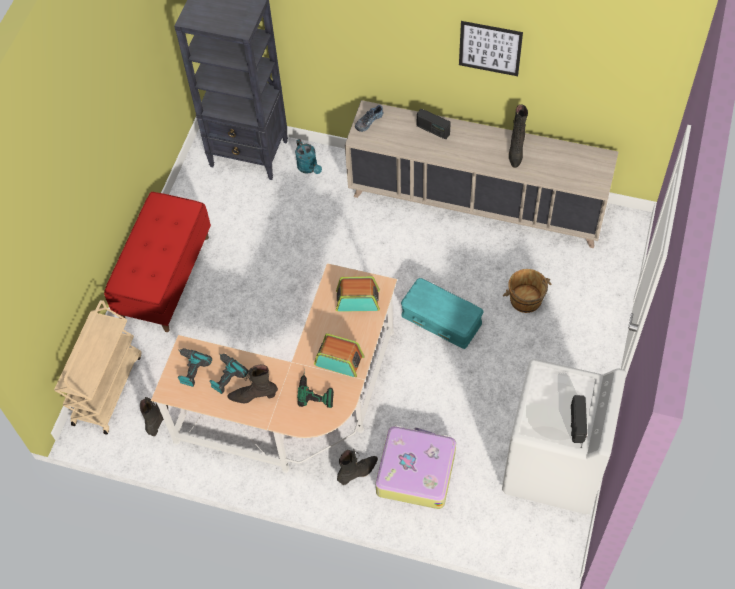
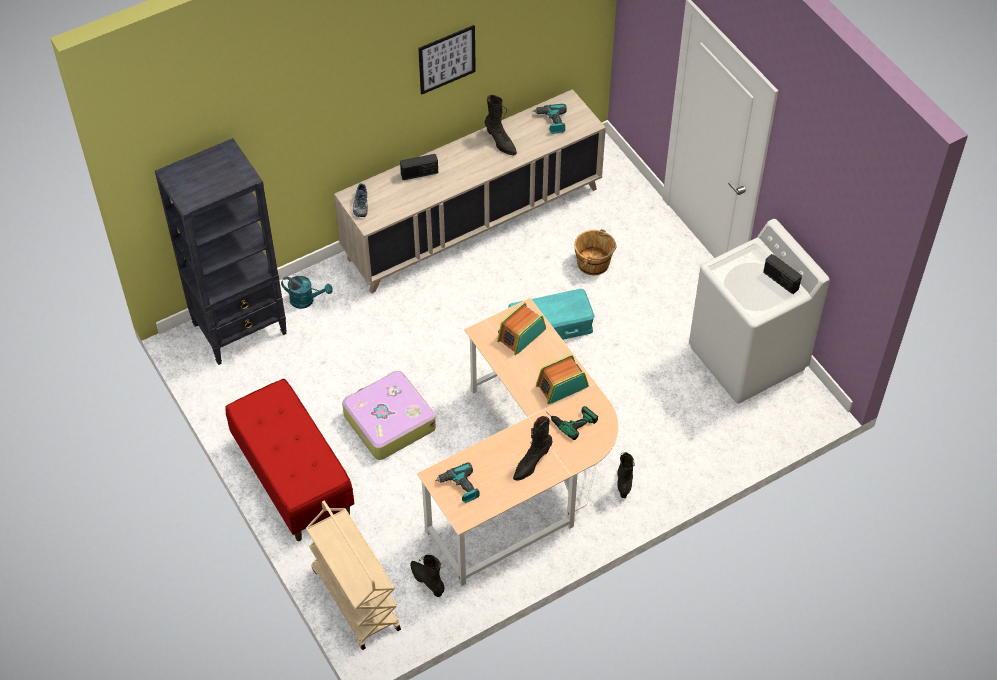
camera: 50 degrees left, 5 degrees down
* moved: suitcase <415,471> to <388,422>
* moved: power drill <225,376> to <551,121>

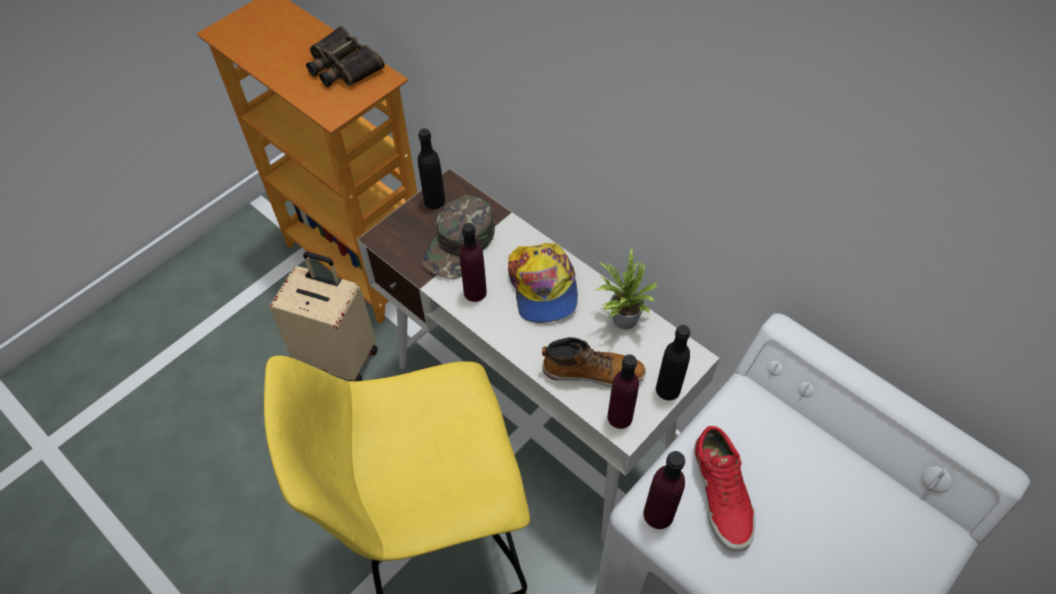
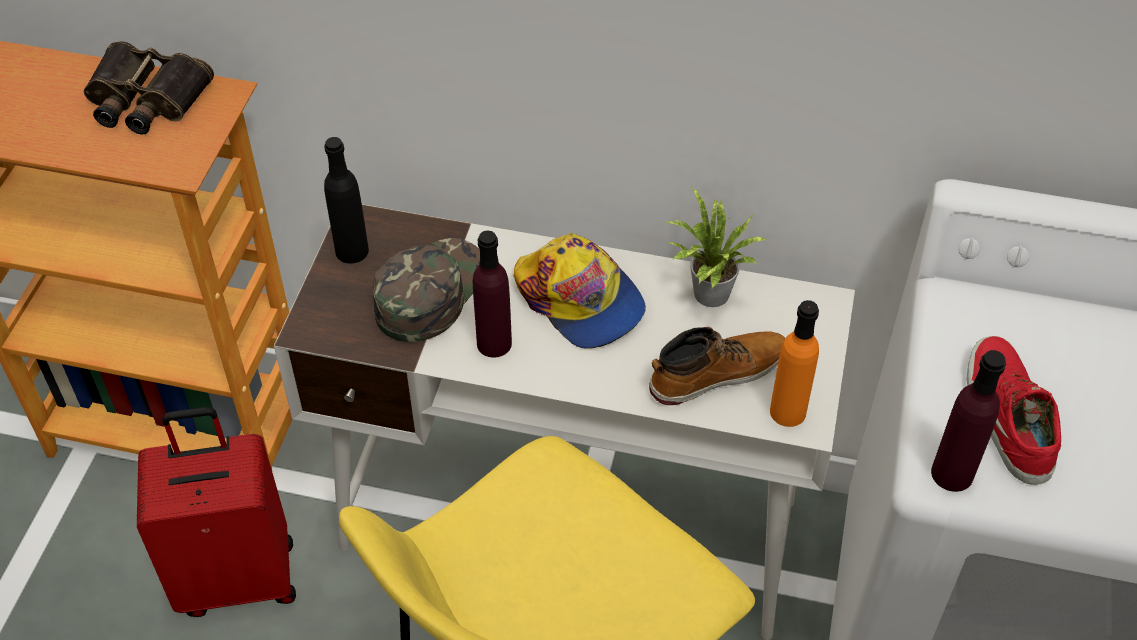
camera: 30 degrees left, 5 degrees down
* recoloured: suitcase (beige) <340,356> to suitcase (red) <238,576>
* turned: cap (green) <460,244> = <429,292> 150 degrees counterclockwise
* recoloured: bottle (purple) <620,417> to bottle (orange) <787,411>
* turned: shoe (red) <723,493> = <1005,416> 150 degrees counterclockwise
* removed: bottle (black) <668,389>

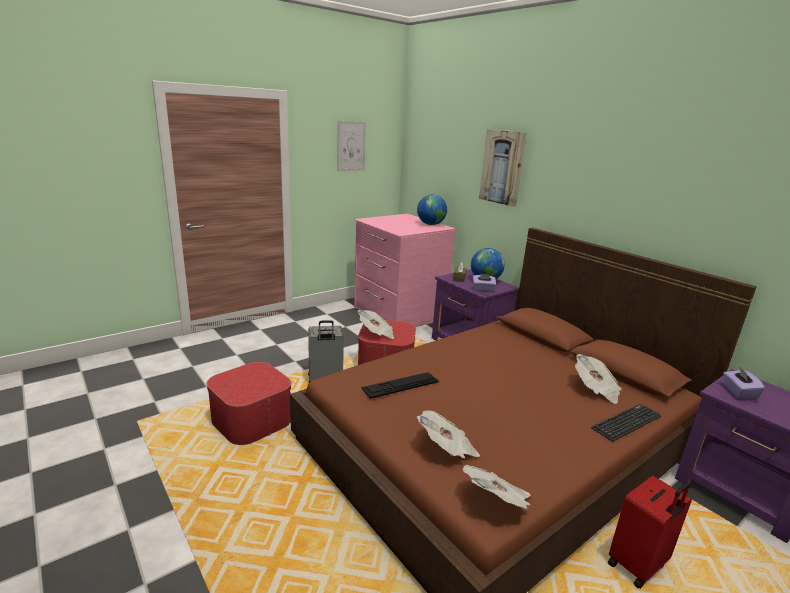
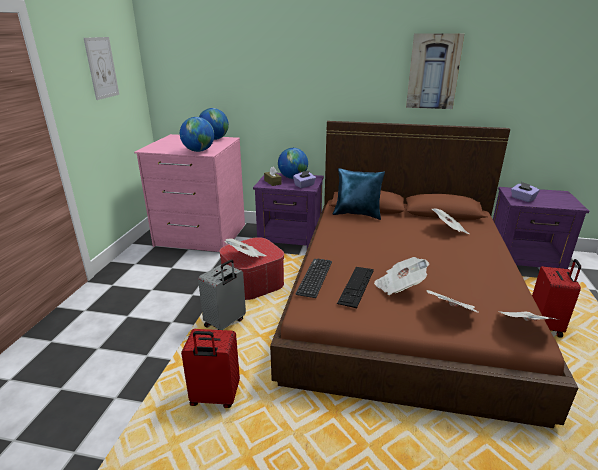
camera: 40 degrees left, 5 degrees up
* added: globe <198,151>
* replaced: ottoman <251,420> to suitcase (red) <214,397>
* moved: keyboard <626,422> to <314,277>
* added: pillow (blue) <357,214>
* added: newspaper <399,286>
* moved: picture <502,167> to <433,71>

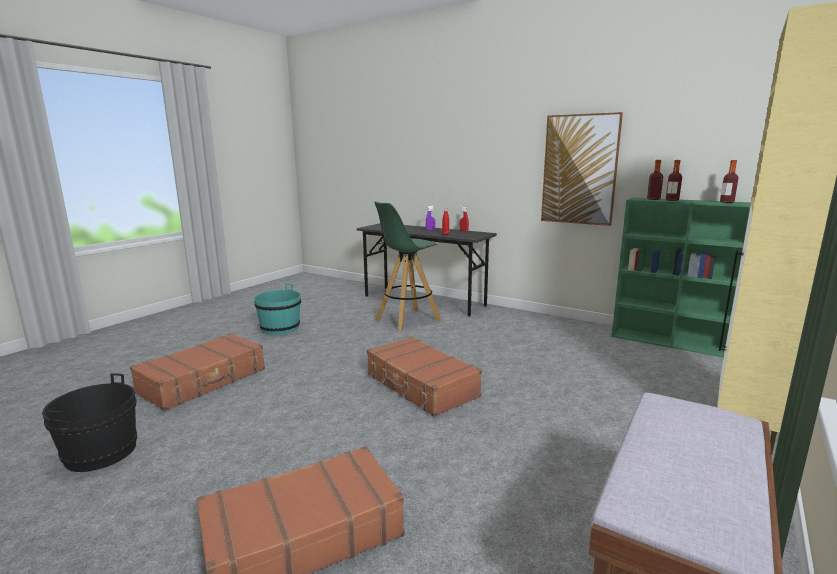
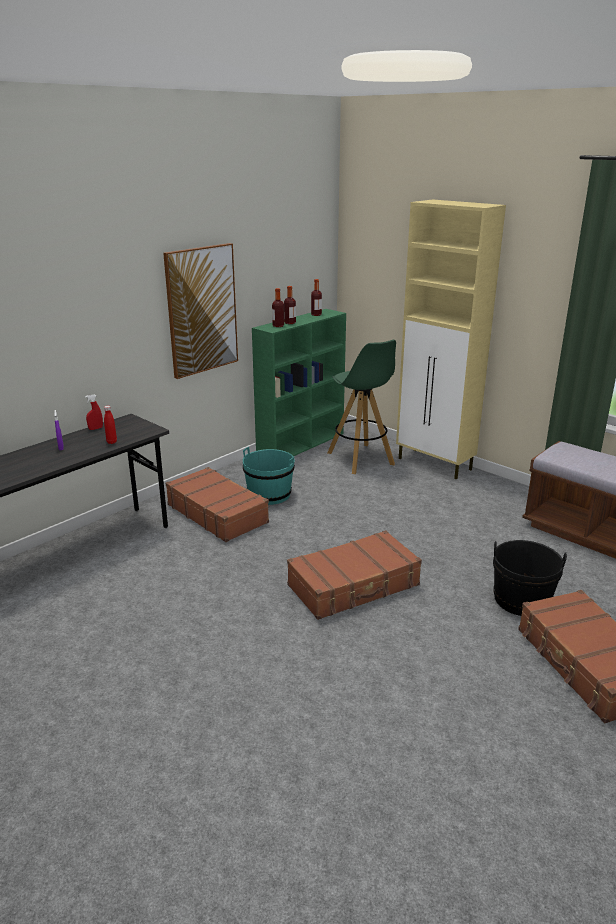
camera: 80 degrees left, 10 degrees up
* moved: suitcase (brown) <204,381> to <217,513>
* moved: bucket (turquoise) <280,328> to <269,494>
* moved: stool (green) <407,320> to <360,459>
* moved: bucket (black) <100,452> to <521,600>

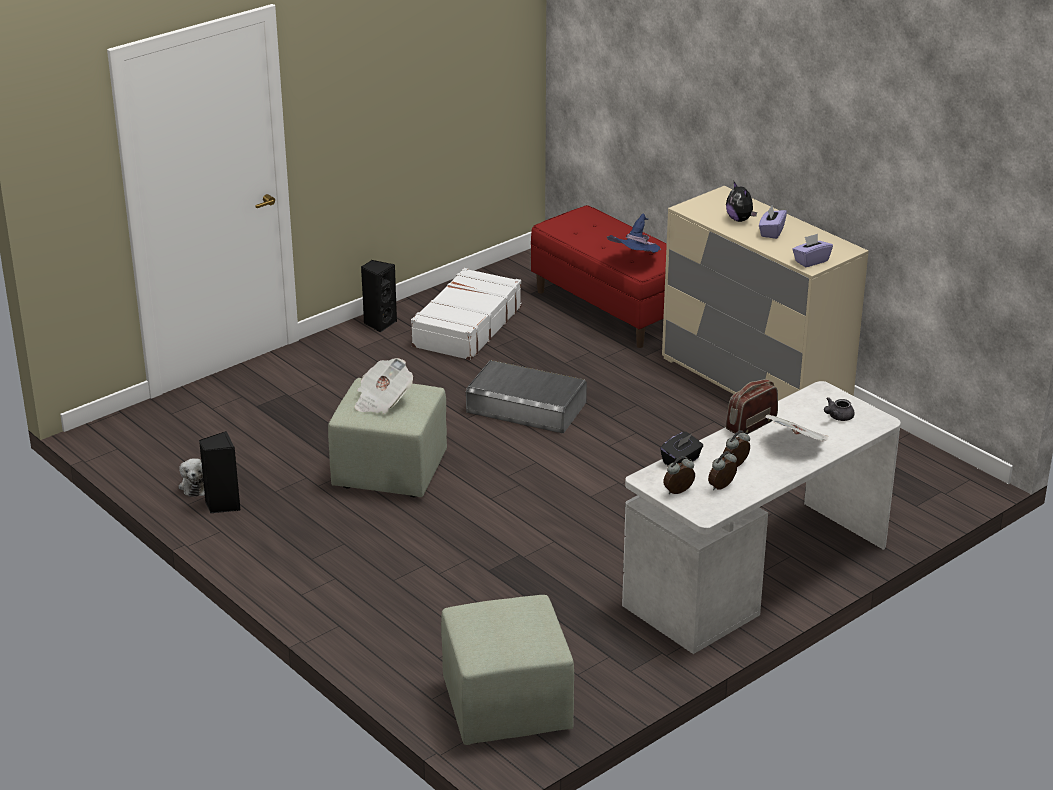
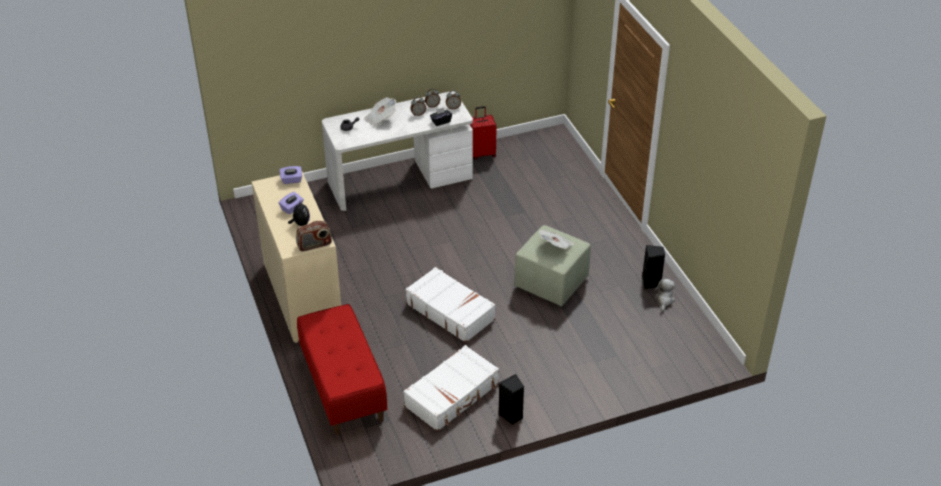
camera: 160 degrees left, 10 degrees up
* moved: radio <751,425> to <314,245>
* replaced: storage box (grey) <526,407> to suitcase (white) <450,311>
* added: suitcase (red) <482,153>
* removed: ottoman (green) <505,706>
* removed: hat (blue) <635,262>

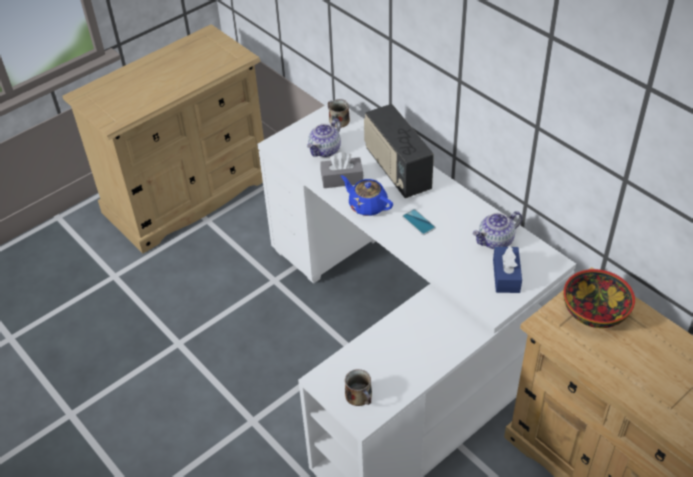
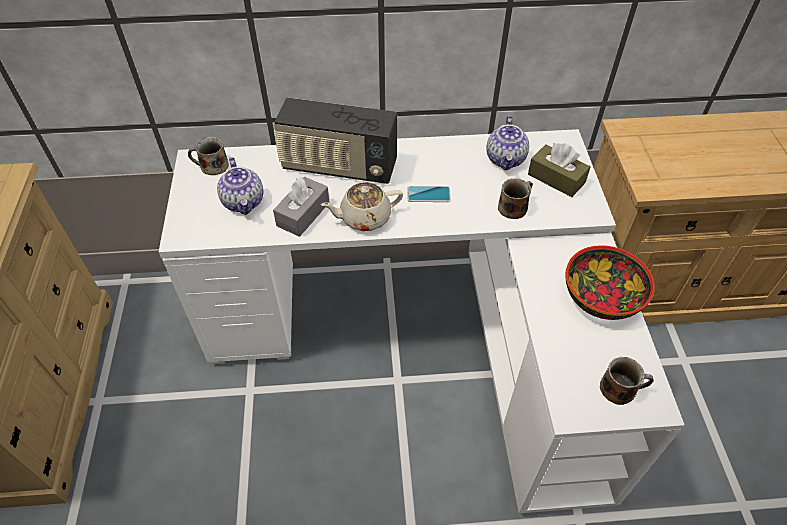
camera: 55 degrees left, 5 degrees up
* recoloured: teapot (blue) <367,205> to teapot (beige) <364,218>
* added: mug <513,207>
* recoloured: tissue box (blue) <506,276> to tissue box (brown) <556,178>
* moved: bowl <594,311> to <601,298>

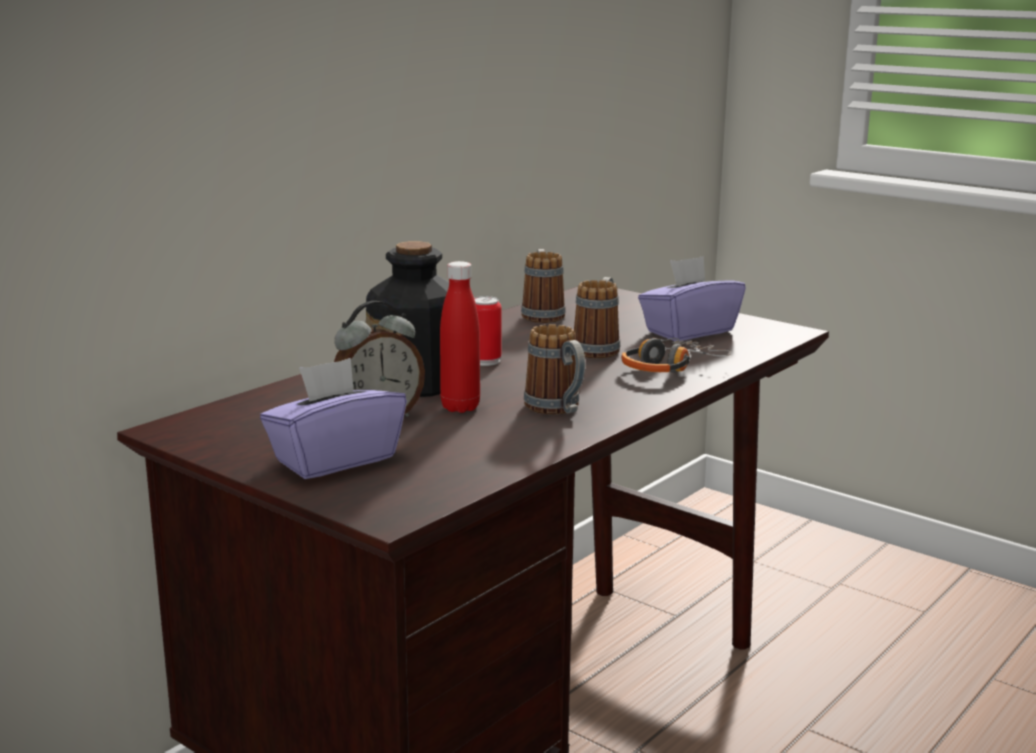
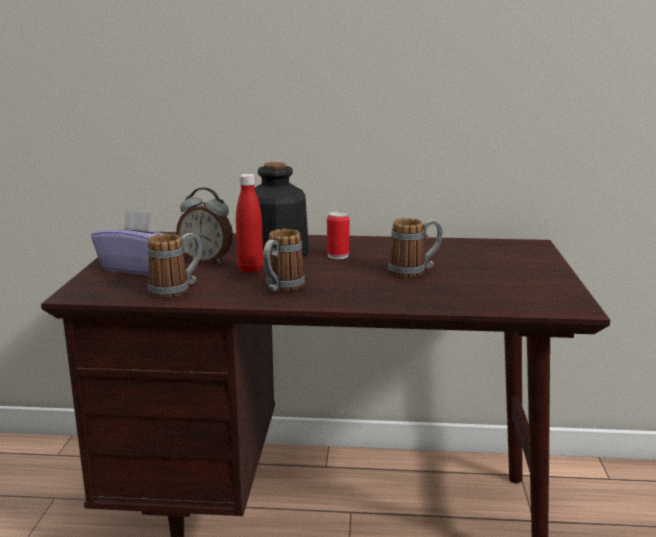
camera: 55 degrees right, 0 degrees up
* moved: mug <542,314> to <177,289>
* removed: headphones <668,367>
* removed: tissue box (purple) <689,331>

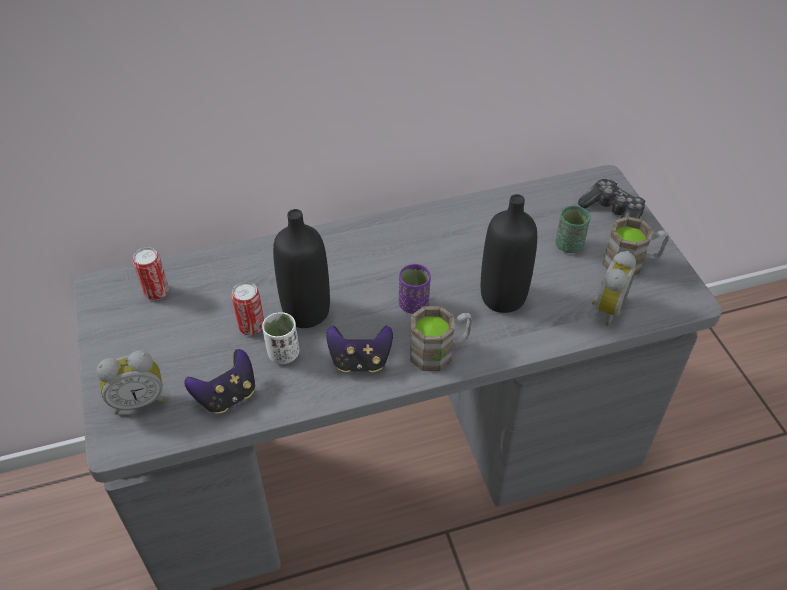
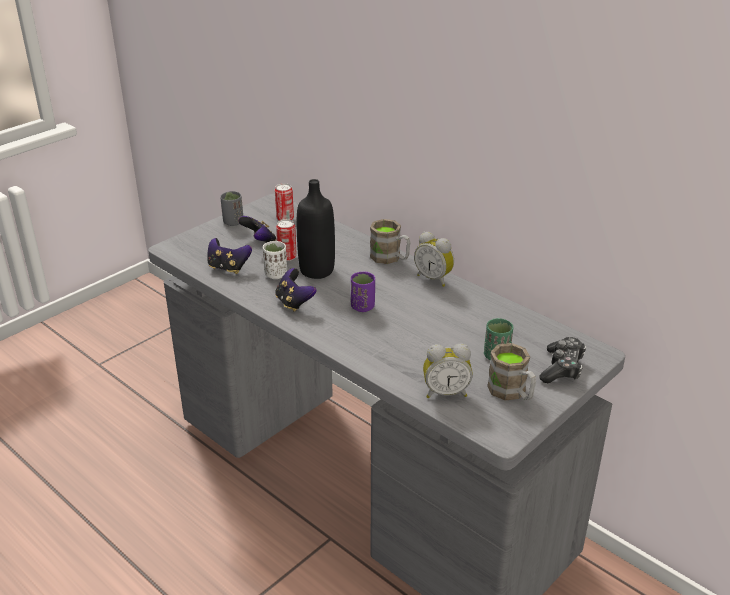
camera: 60 degrees right, 15 degrees down
* added: cup (grey) <233,222>
* added: game controller <259,242>
* moved: mug (brown) <440,351> to <390,258>
* moved: alarm clock <139,400> to <434,278>
* removed: bottle (black) <503,297>

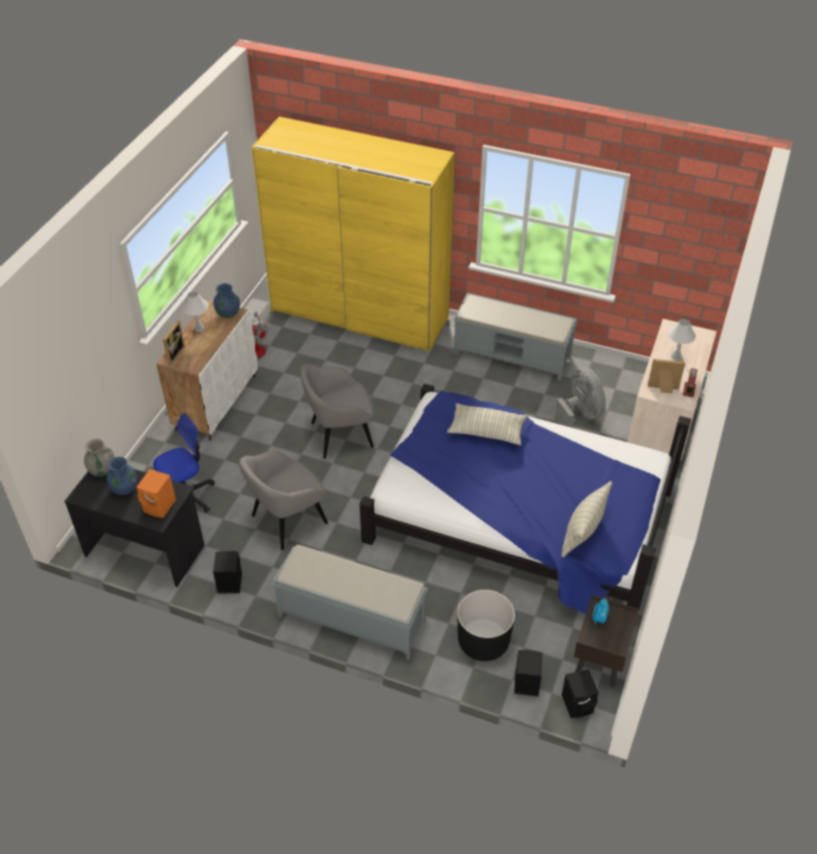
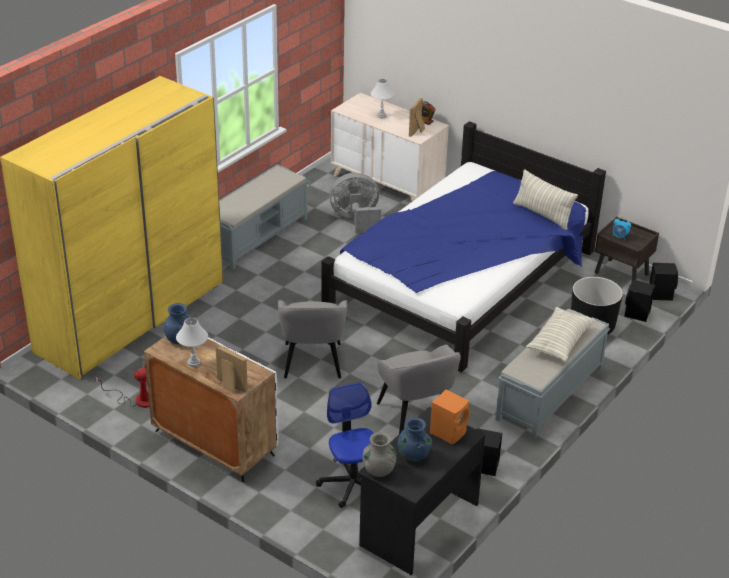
camera: 75 degrees left, 10 degrees down
* moved: pillow <487,431> to <559,342>

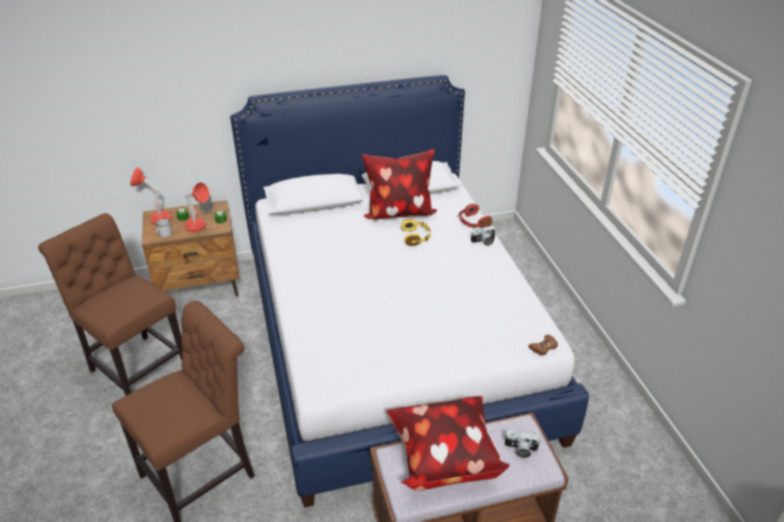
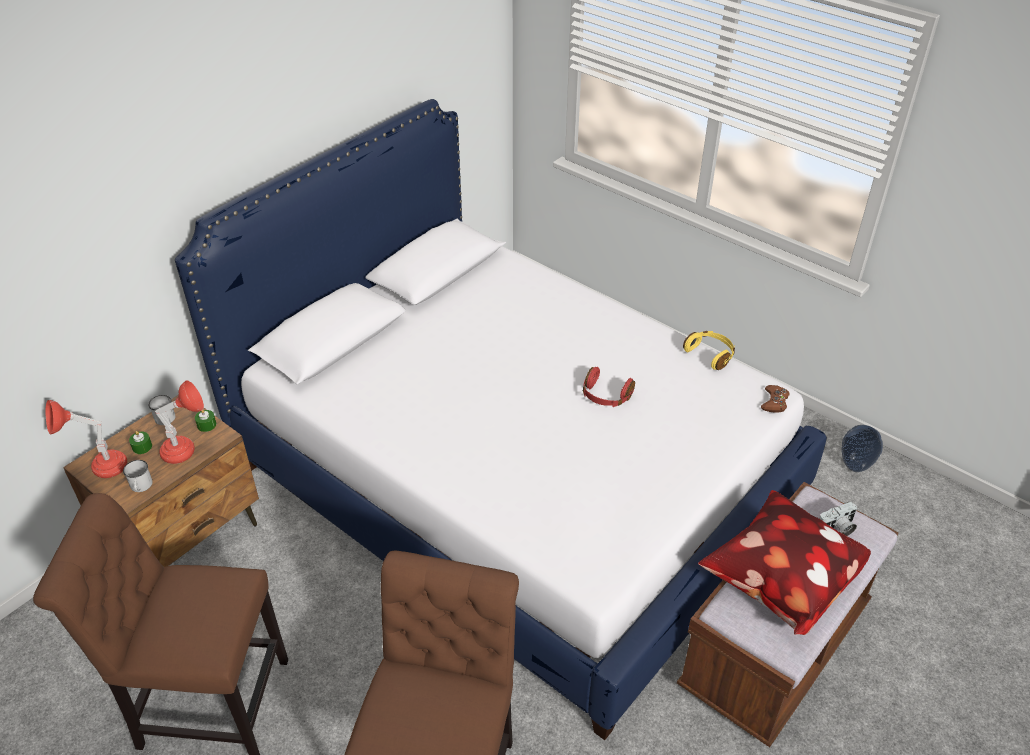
camera: 35 degrees left, 5 degrees up
* moved: headphones (red) <473,222> to <605,396>
* moved: headphones (yellow) <416,237> to <710,354>
* added: vase <855,466>
* removed: pillow <398,212>
* removed: photo camera <483,241>

